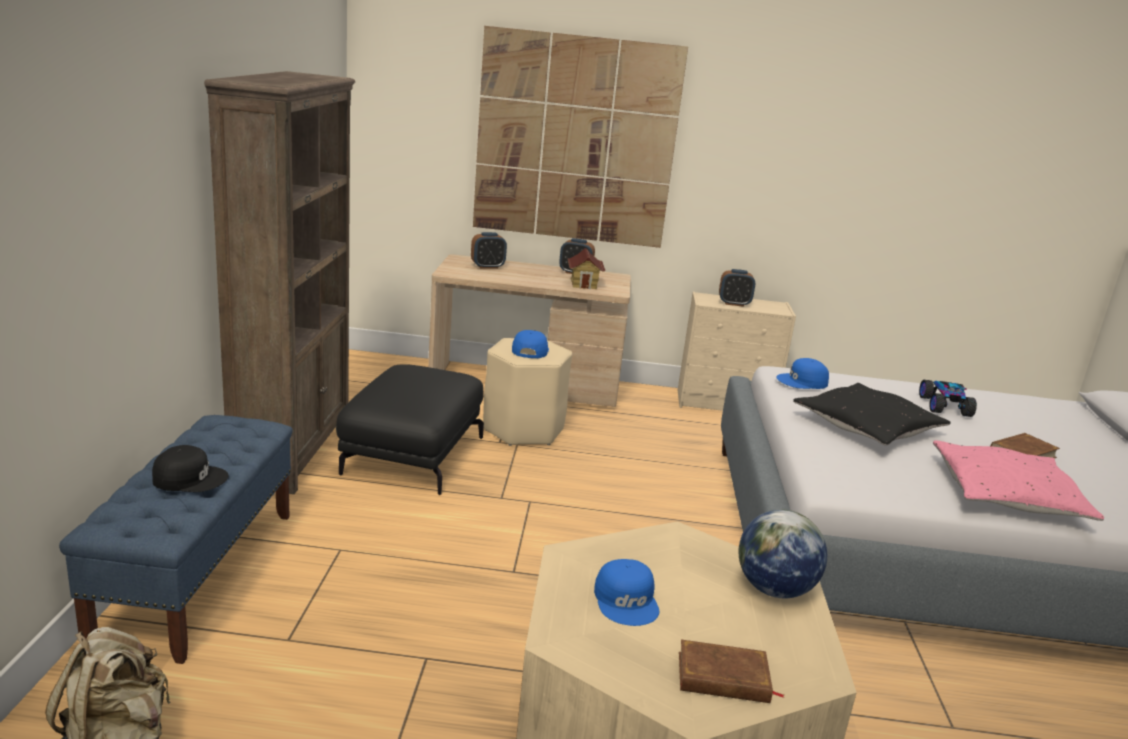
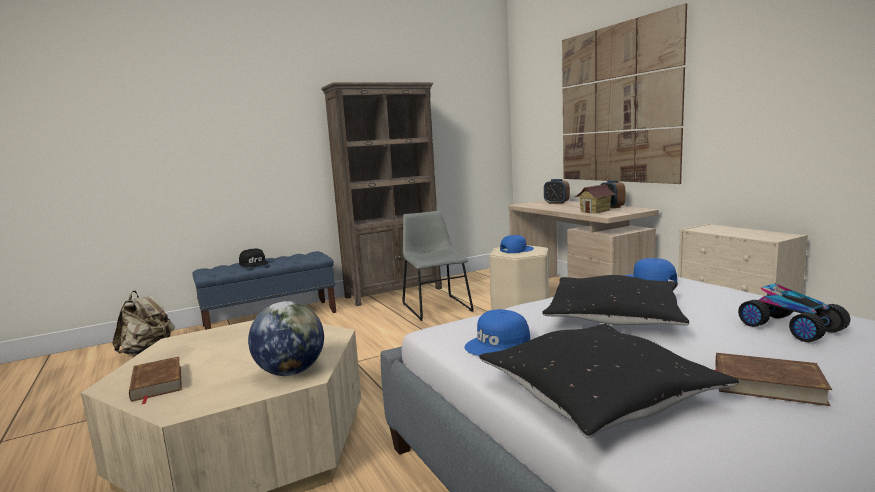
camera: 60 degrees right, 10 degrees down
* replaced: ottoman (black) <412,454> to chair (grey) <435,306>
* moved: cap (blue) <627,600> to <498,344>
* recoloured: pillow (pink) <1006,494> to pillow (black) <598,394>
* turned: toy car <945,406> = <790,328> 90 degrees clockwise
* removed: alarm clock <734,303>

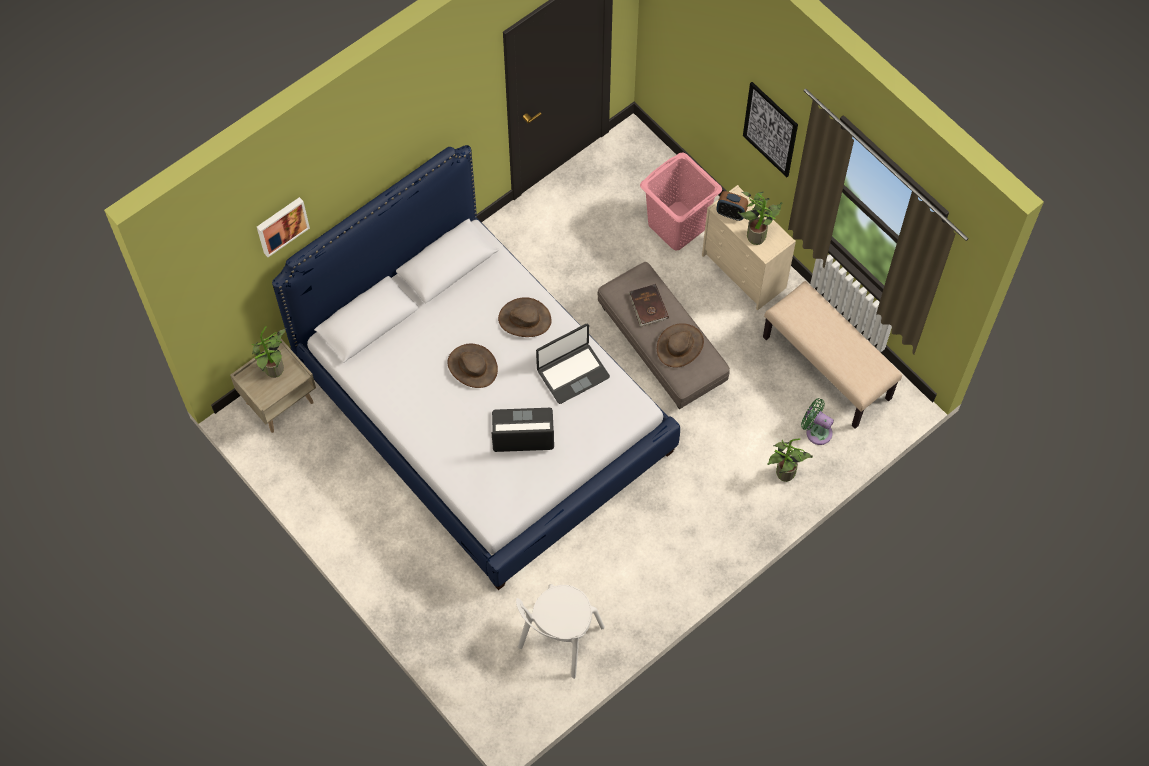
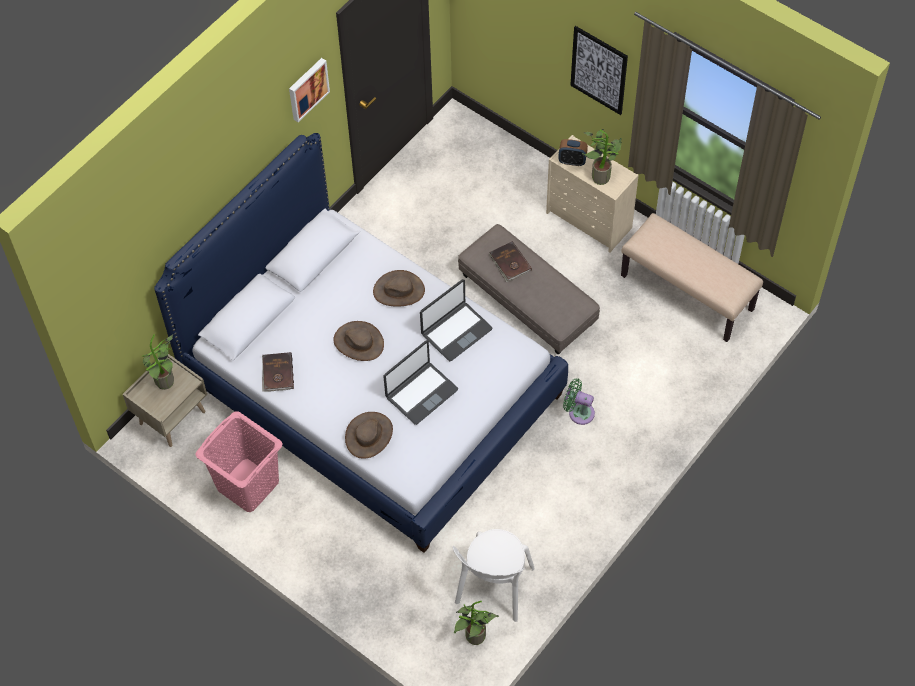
camera: 10 degrees left, 5 degrees down
* moved: laundry basket (pink) <677,225> to <248,484>
* added: book (brown) <277,373>
* moved: picture <281,225> to <307,88>
* moved: hat (brown) <680,346> to <369,435>
* turned: laptop <523,432> = <421,393> 150 degrees clockwise
* moved: potted plant <784,476> to <474,639>
* moved: fan (green) <816,431> to <578,412>

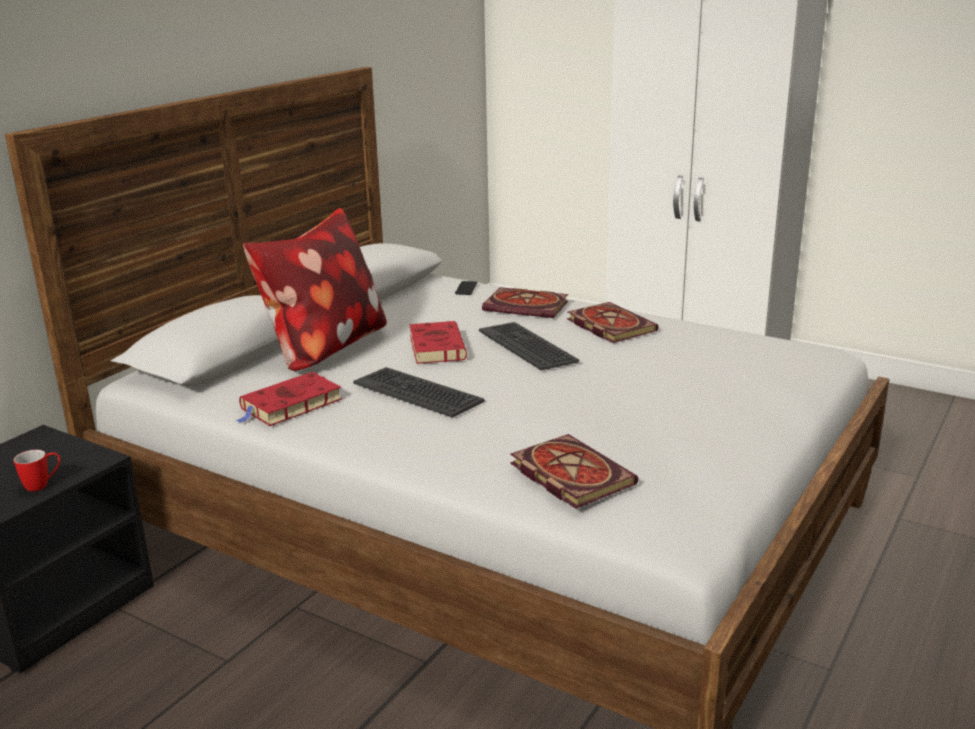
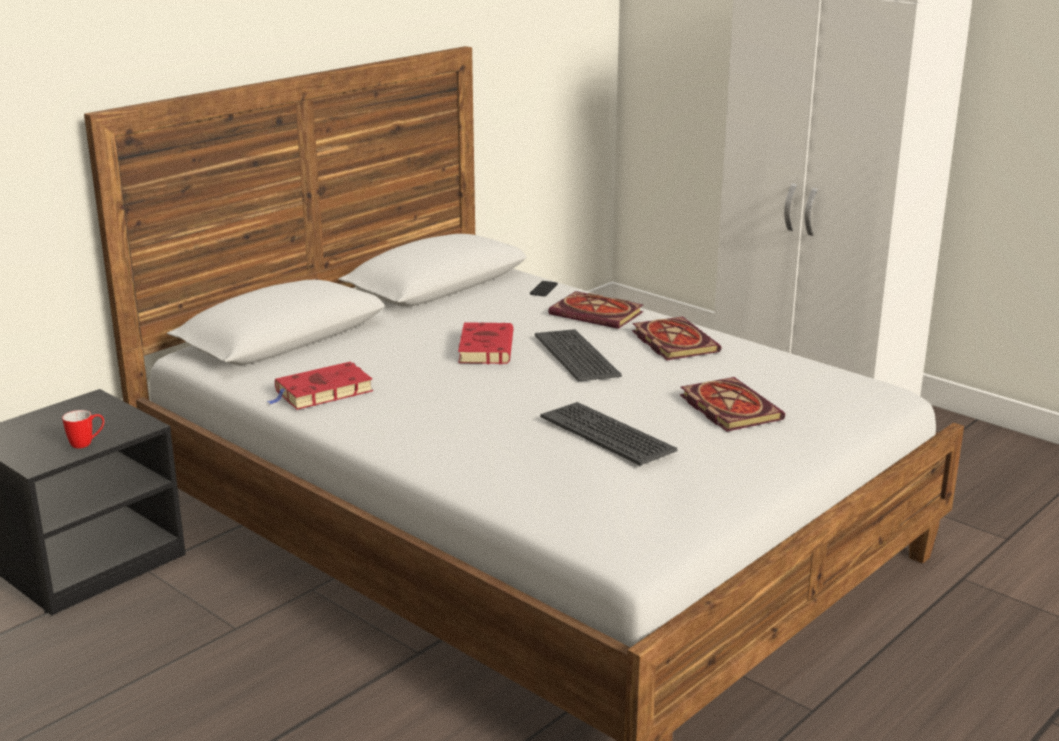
camera: 10 degrees right, 0 degrees up
* moved: keyboard <418,392> to <608,434>
* moved: book <568,474> to <727,407>
* removed: pillow <324,349>

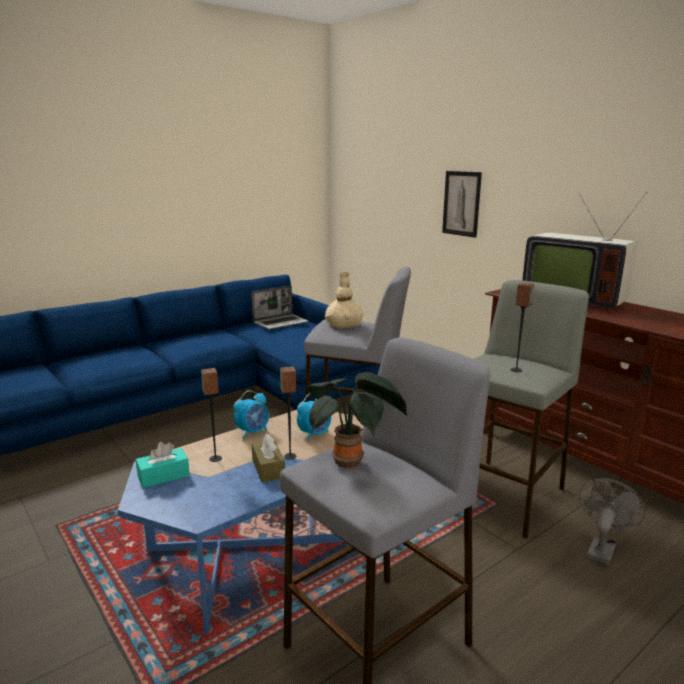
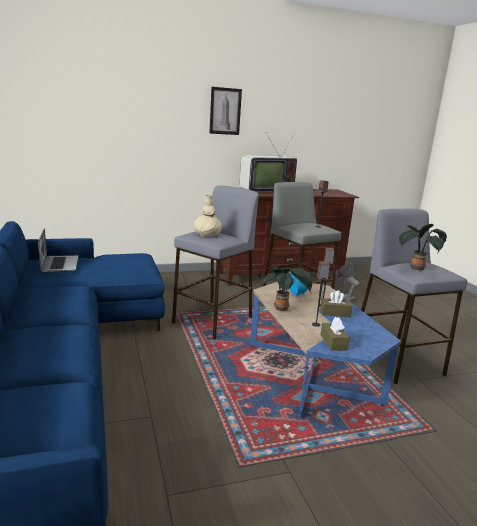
camera: 70 degrees left, 0 degrees up
* moved: picture <461,203> to <225,111>
* replaced: alarm clock <253,432> to potted plant <283,309>
* recoloured: tissue box (turquoise) <163,476> to tissue box (brown) <333,342>

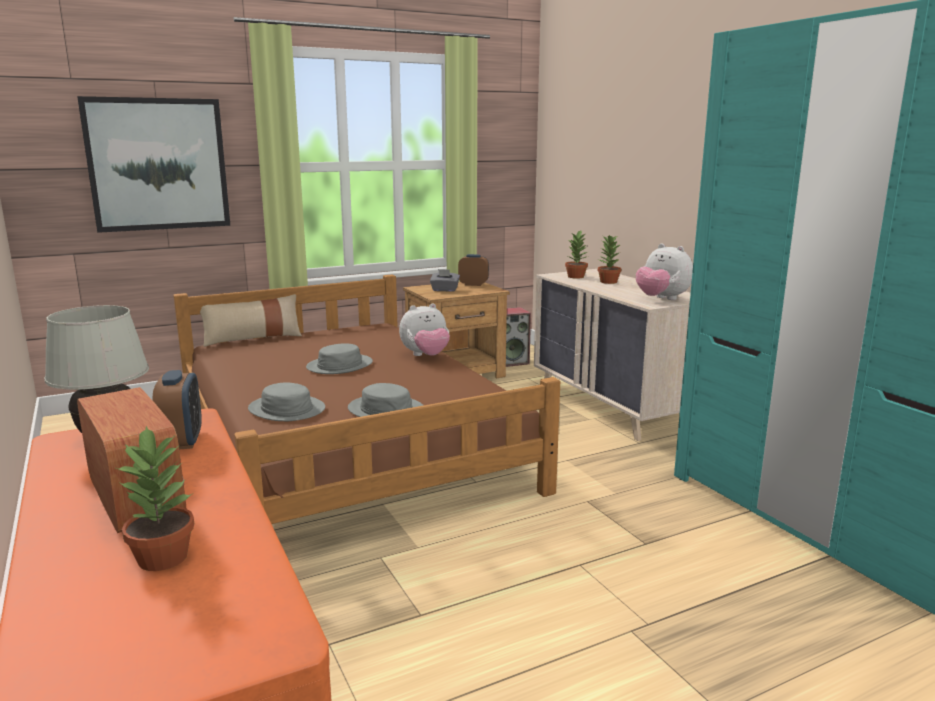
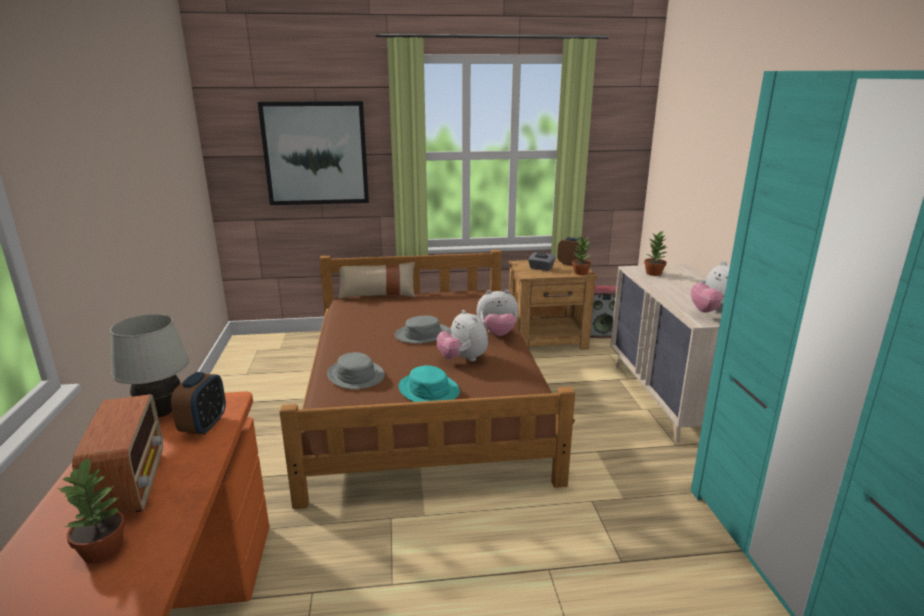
camera: 20 degrees right, 5 degrees up
* recoloured: hat (grey) <386,410> to hat (turquoise) <429,390>
* added: plush toy <462,359>
* moved: potted plant <608,282> to <580,272>

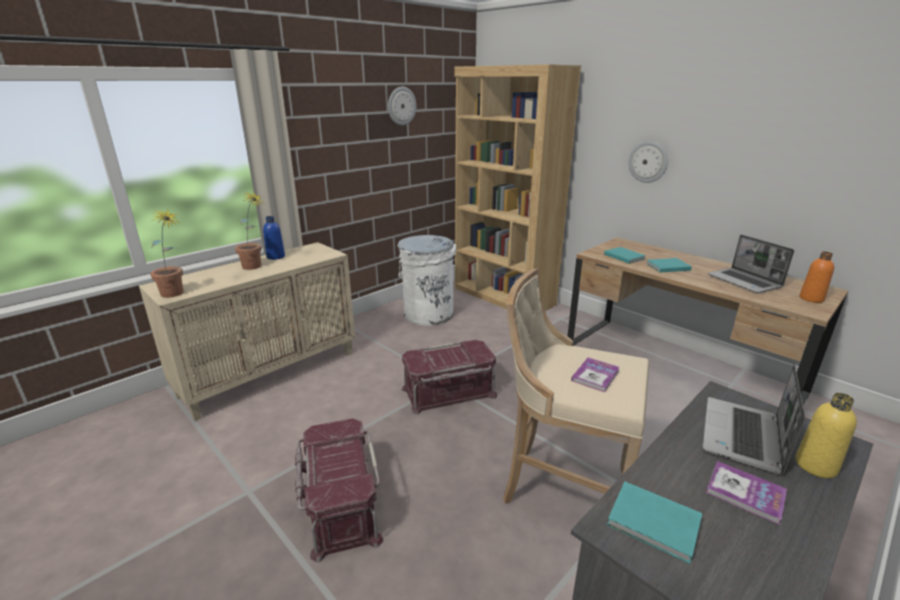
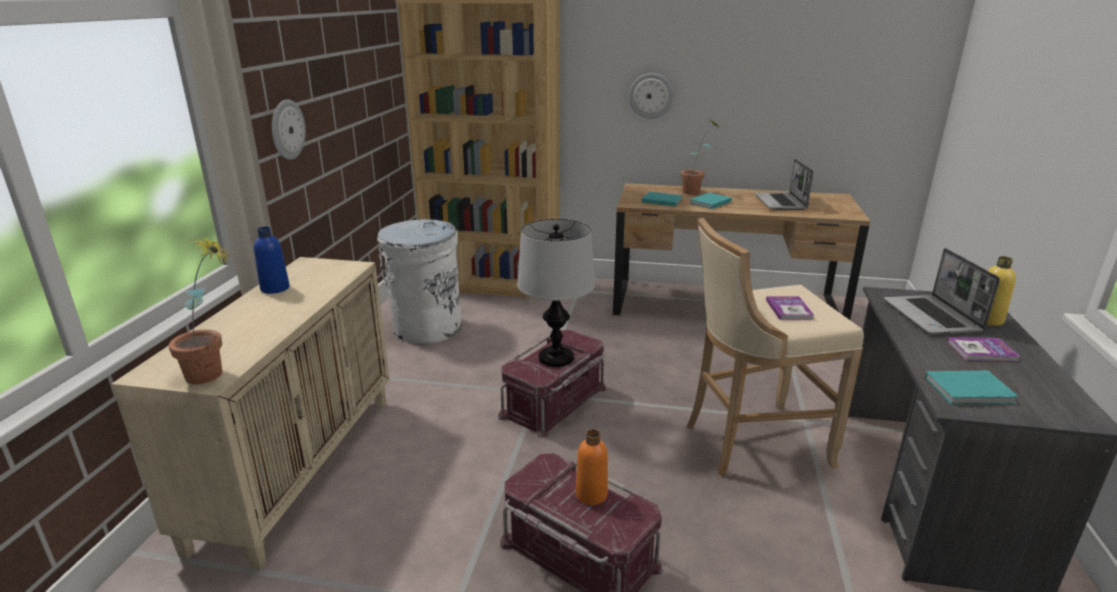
camera: 35 degrees left, 0 degrees up
* moved: wall clock <401,106> to <287,129>
* added: table lamp <555,358>
* moved: bottle (orange) <811,299> to <591,494>
* moved: potted plant <256,267> to <696,192>
* turned: laptop <744,282> = <781,203> 60 degrees clockwise

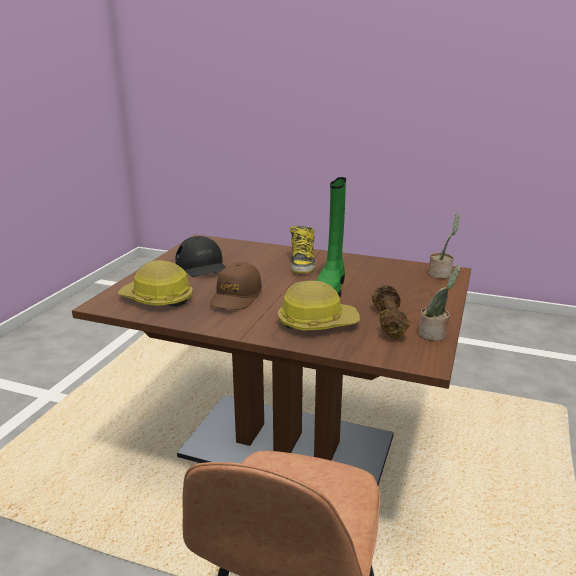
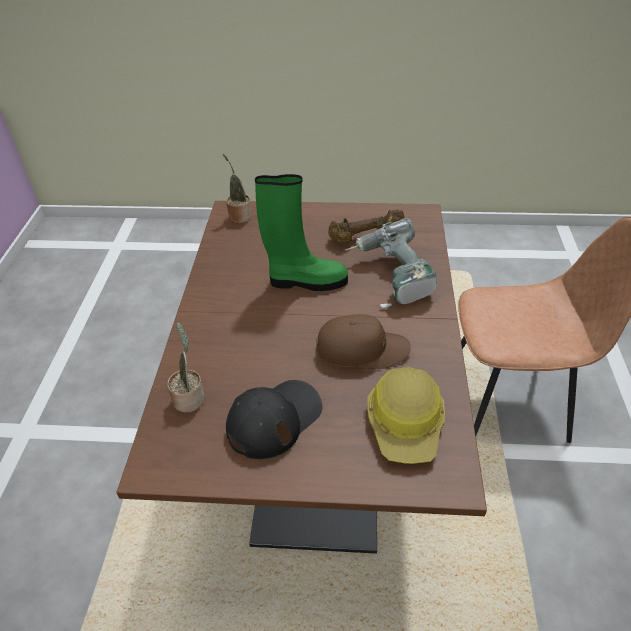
camera: 105 degrees left, 20 degrees up
* moved: potted plant <434,335> to <189,397>
* replaced: hard hat <316,322> to power drill <391,277>
* removed: boot <302,263>

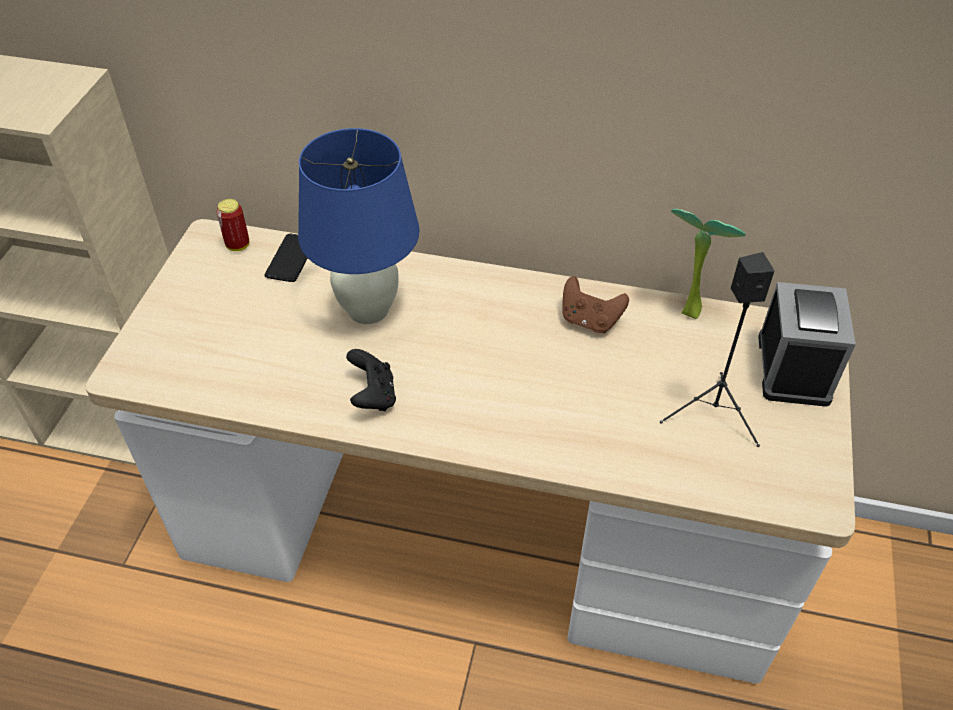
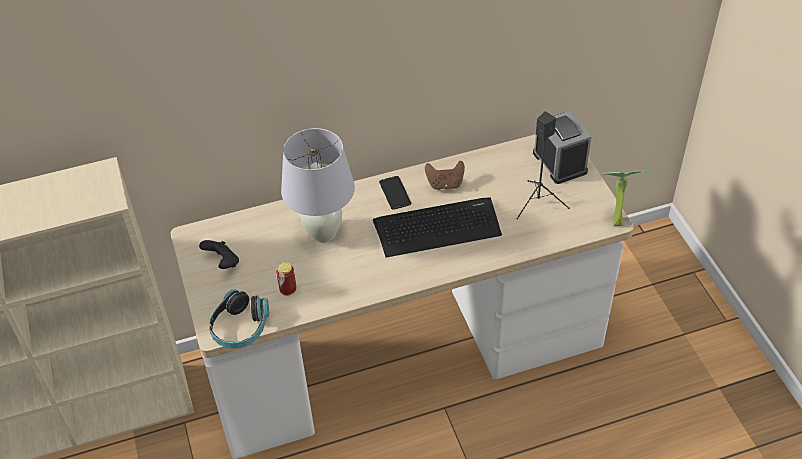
camera: 30 degrees left, 0 degrees up
* moved: game controller (black) <373,396> to <223,262>
* added: headphones <240,327>
* moved: can <238,245> to <288,290>
* recoloured: table lamp (blue) <368,310> to table lamp (white) <323,233>
* added: keyboard <437,227>
* moved: phone <291,258> to <395,193>
* moved: potted plant <689,307> to <614,220>

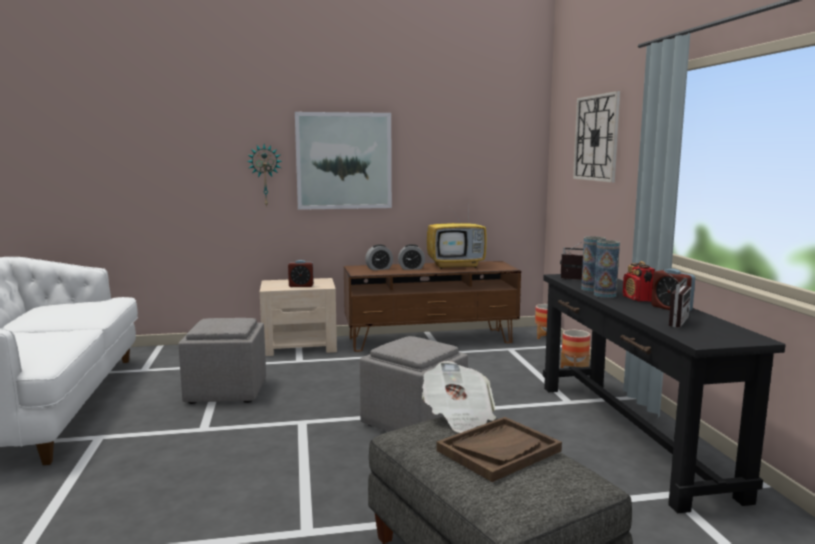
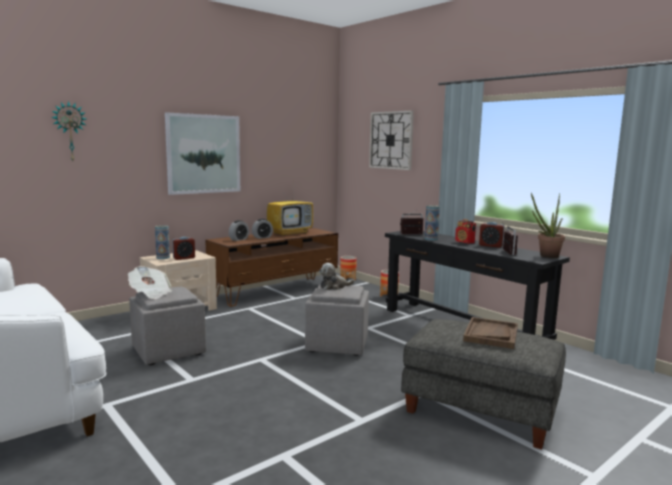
camera: 30 degrees left, 0 degrees up
* moved: wall clock <265,175> to <70,131>
* moved: newspaper <458,416> to <150,293>
* moved: vase <605,295> to <163,257>
* added: plush toy <334,286>
* added: potted plant <546,256>

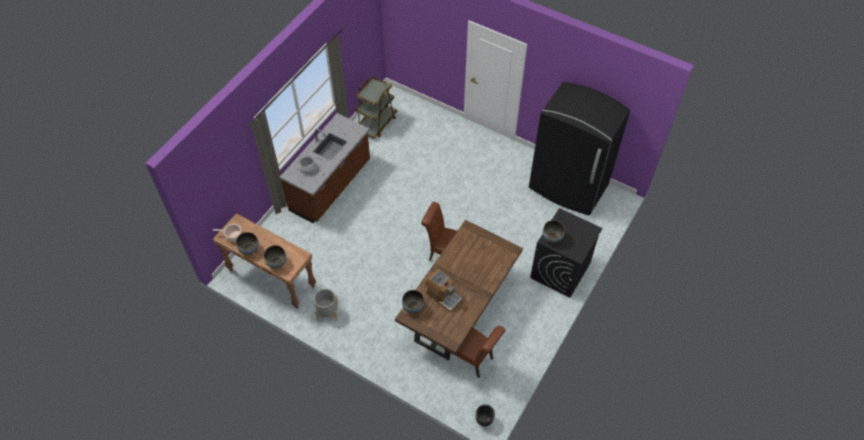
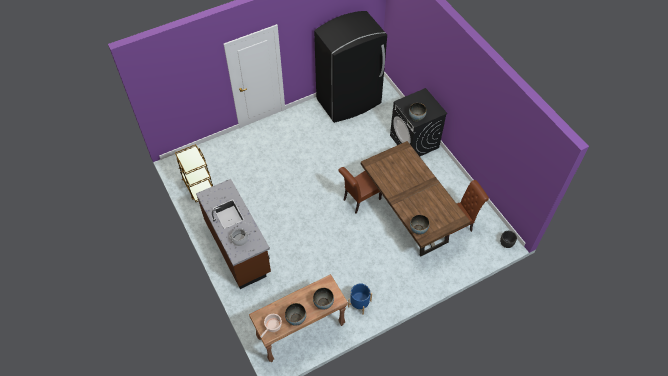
camera: 60 degrees left, 0 degrees up
* recoloured: planter (grey) <327,312> to planter (blue) <359,303>
* removed: coffee machine <443,296>

